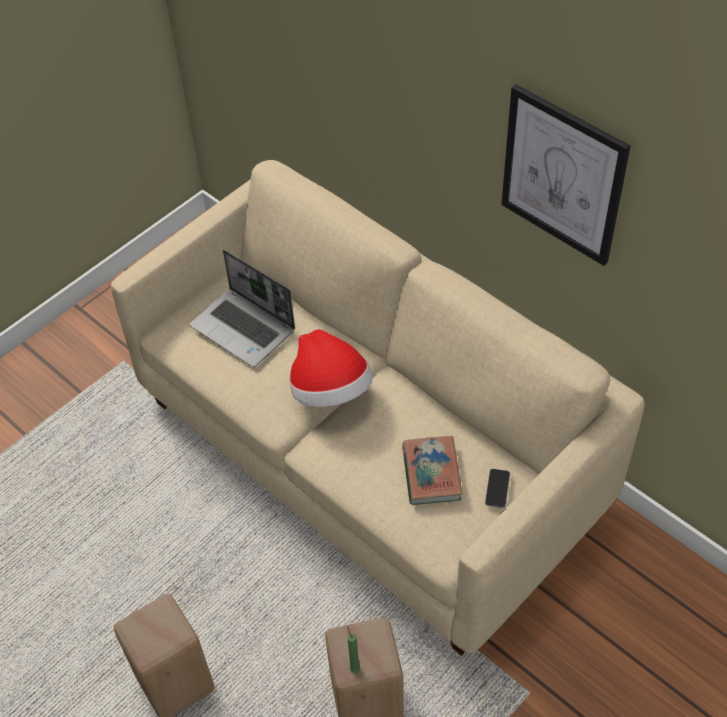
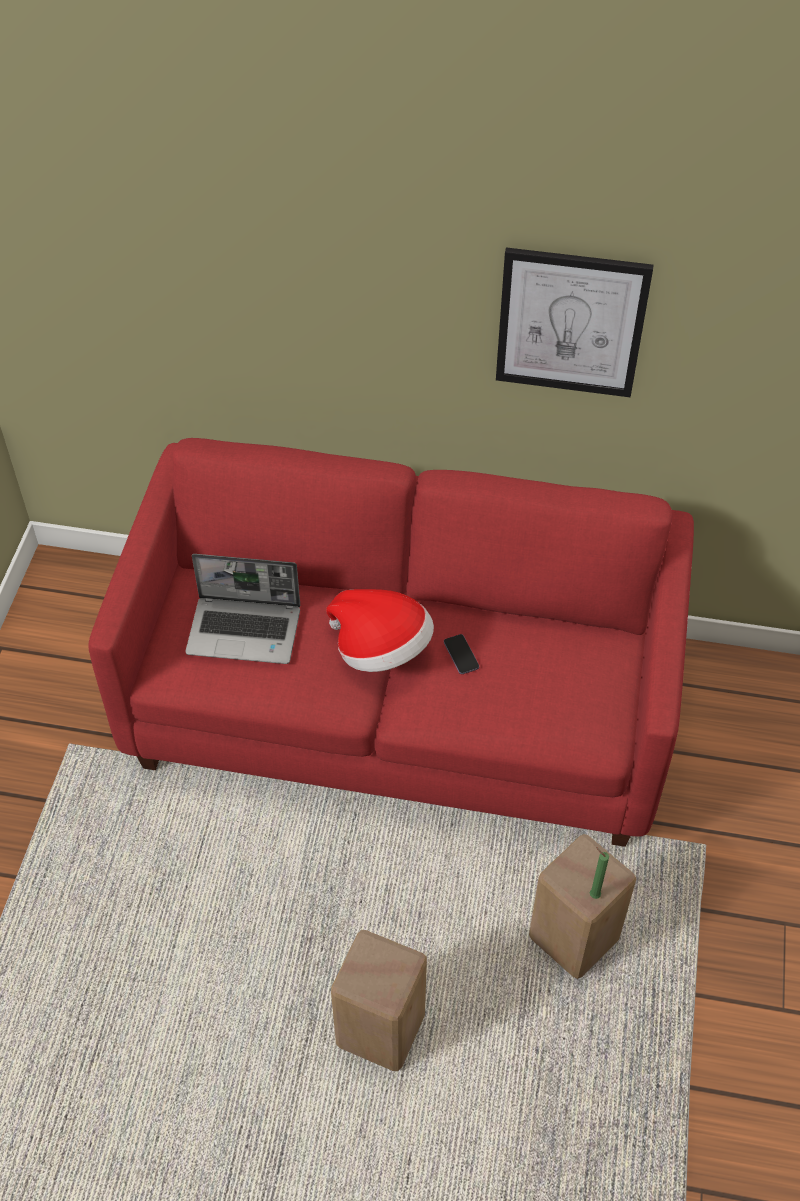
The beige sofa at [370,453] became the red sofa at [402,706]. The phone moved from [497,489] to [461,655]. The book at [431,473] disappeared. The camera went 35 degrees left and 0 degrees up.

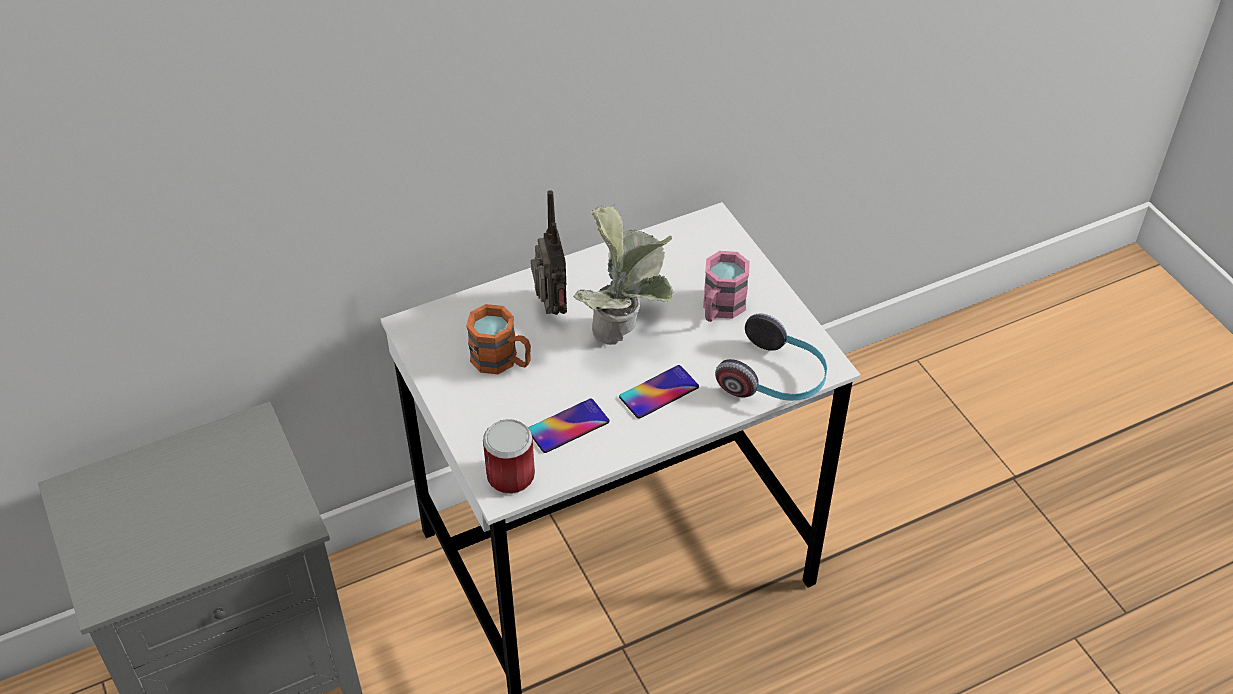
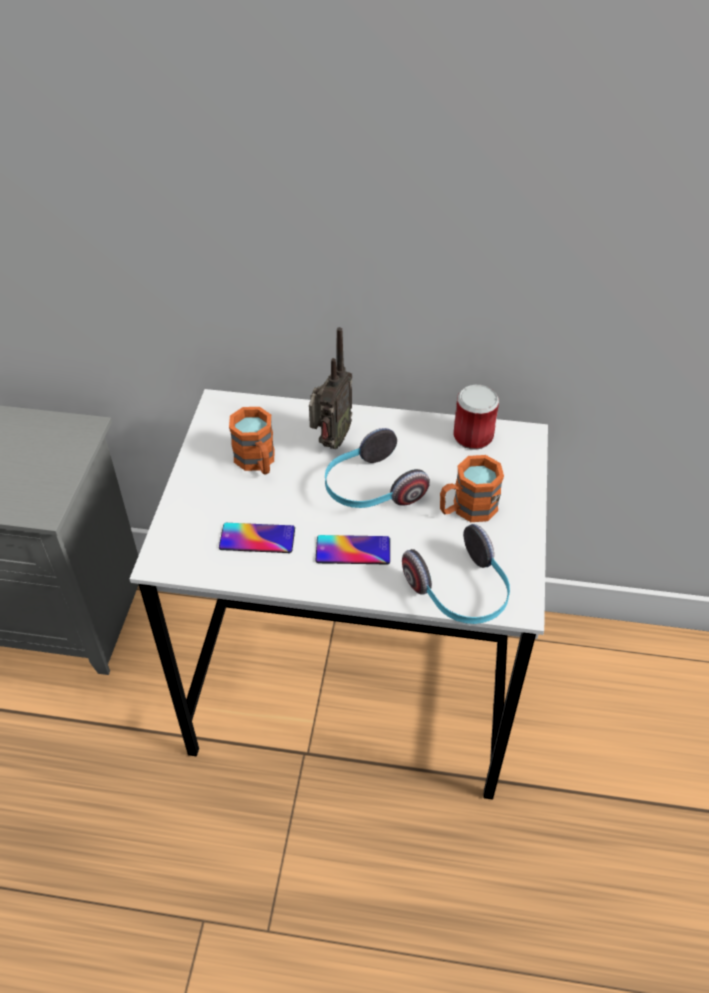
The potted plant at [625,333] was replaced by the headphones at [370,489]. The pink mug at [720,309] became the orange mug at [466,509]. The can moved from [510,476] to [473,436]. The camera went 35 degrees right and 0 degrees up.

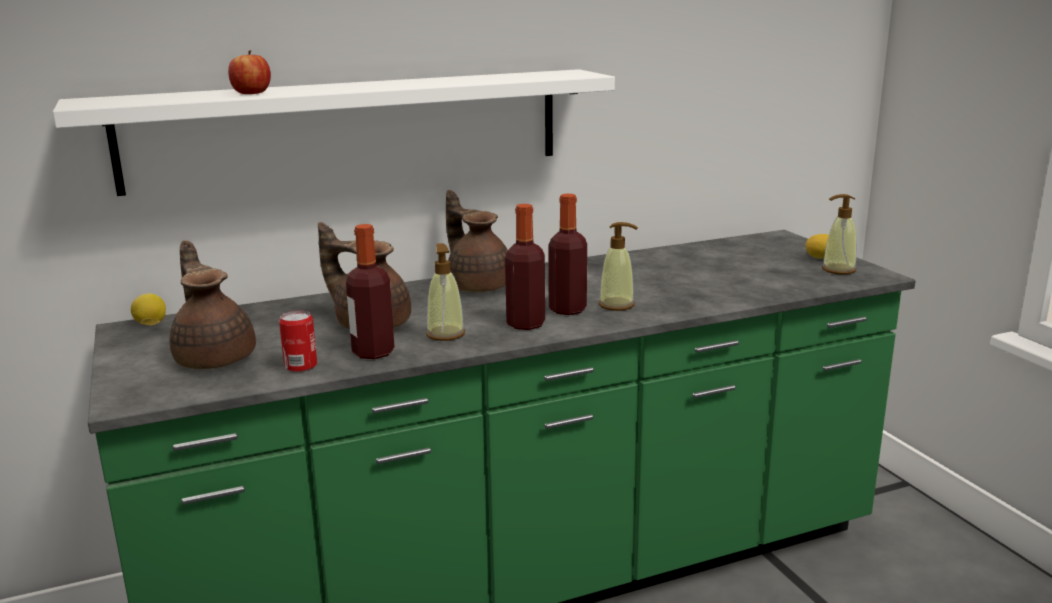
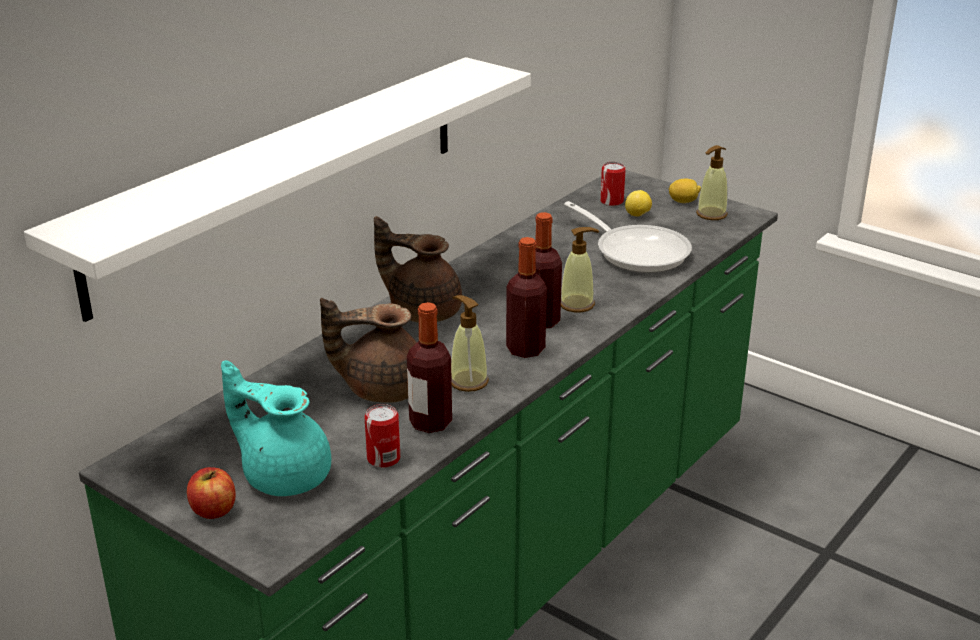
The apple moved from [251,93] to [213,510]. The brown teapot at [215,357] became the turquoise teapot at [284,474]. The frying pan at [636,251] appeared. The can at [611,201] appeared. The lemon moved from [150,324] to [637,216]. The camera went 30 degrees left and 10 degrees up.

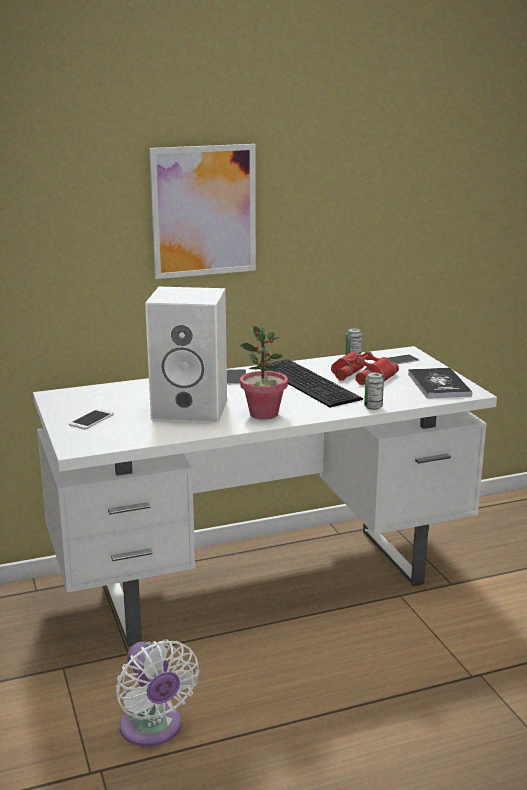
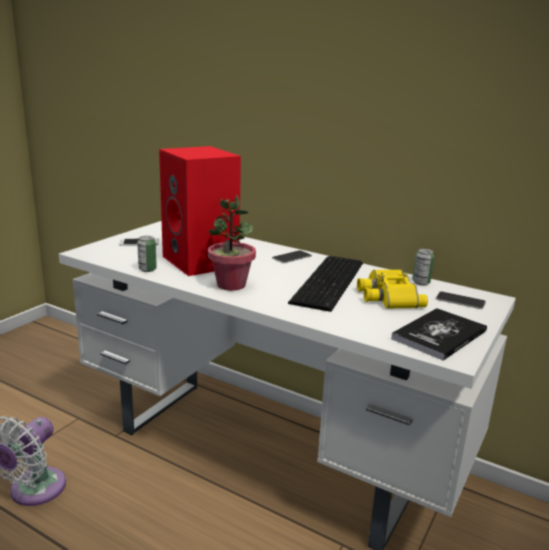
The can moved from [373,407] to [147,269]. The white speaker at [192,409] became the red speaker at [202,262]. The red binoculars at [361,376] became the yellow binoculars at [387,296]. The picture at [204,211] disappeared. The camera went 50 degrees right and 0 degrees up.

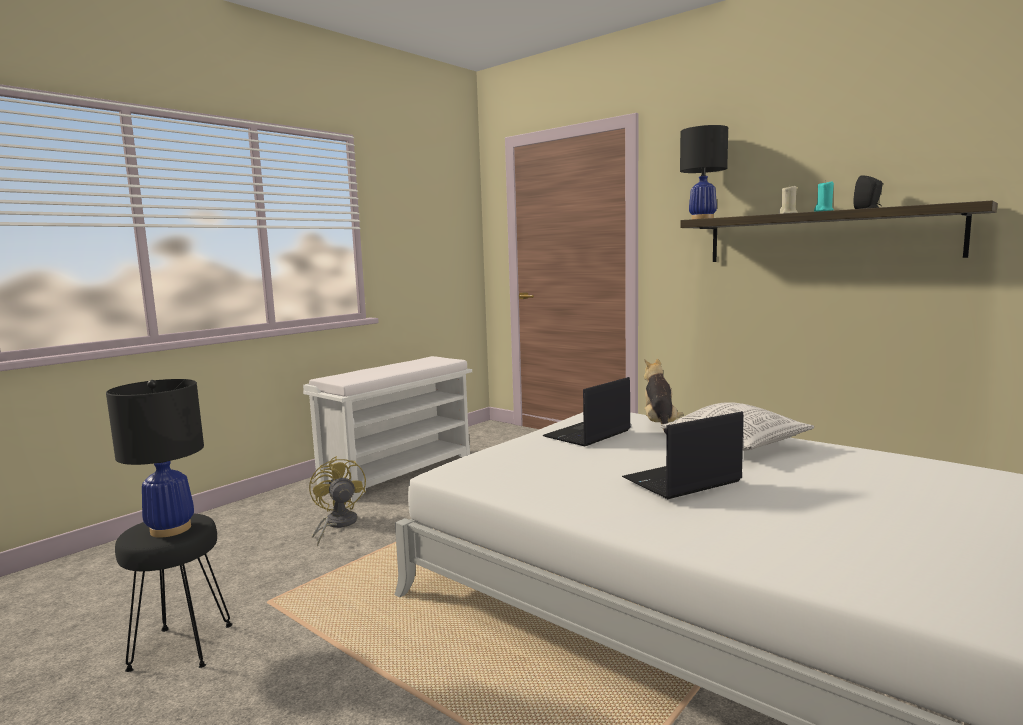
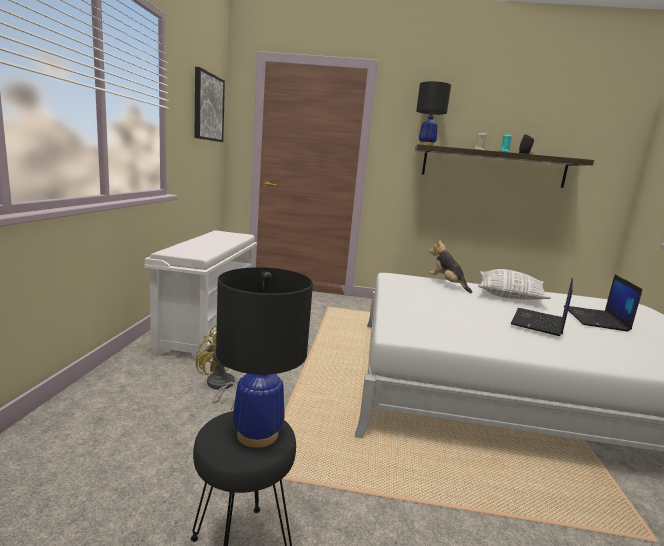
The picture at [208,107] appeared. The laptop moved from [587,434] to [596,319]. The camera went 35 degrees left and 5 degrees up.

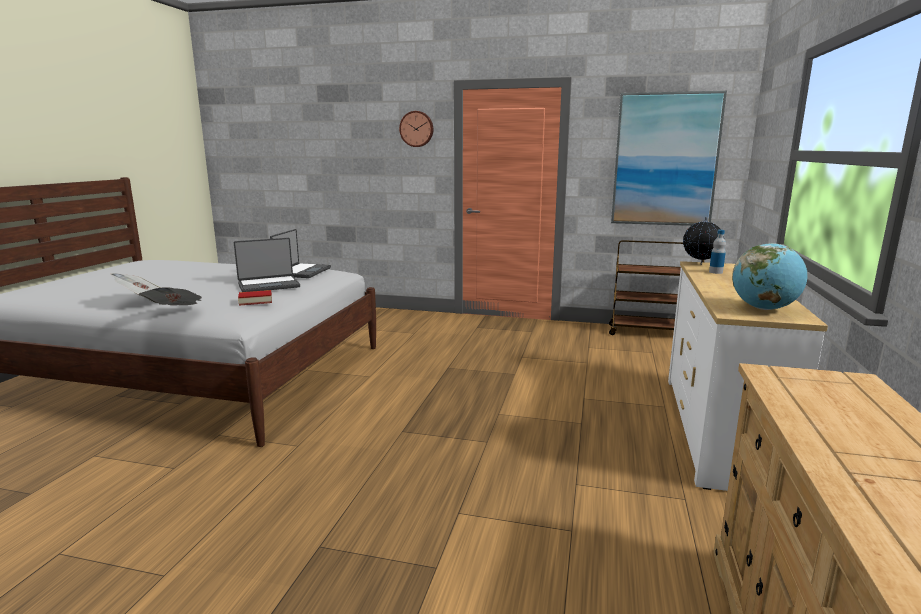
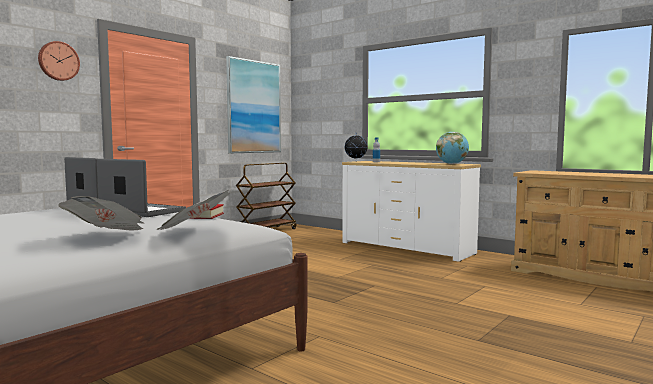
The laptop at [269,285] turned 60 degrees counterclockwise. The camera went 65 degrees left and 10 degrees down.

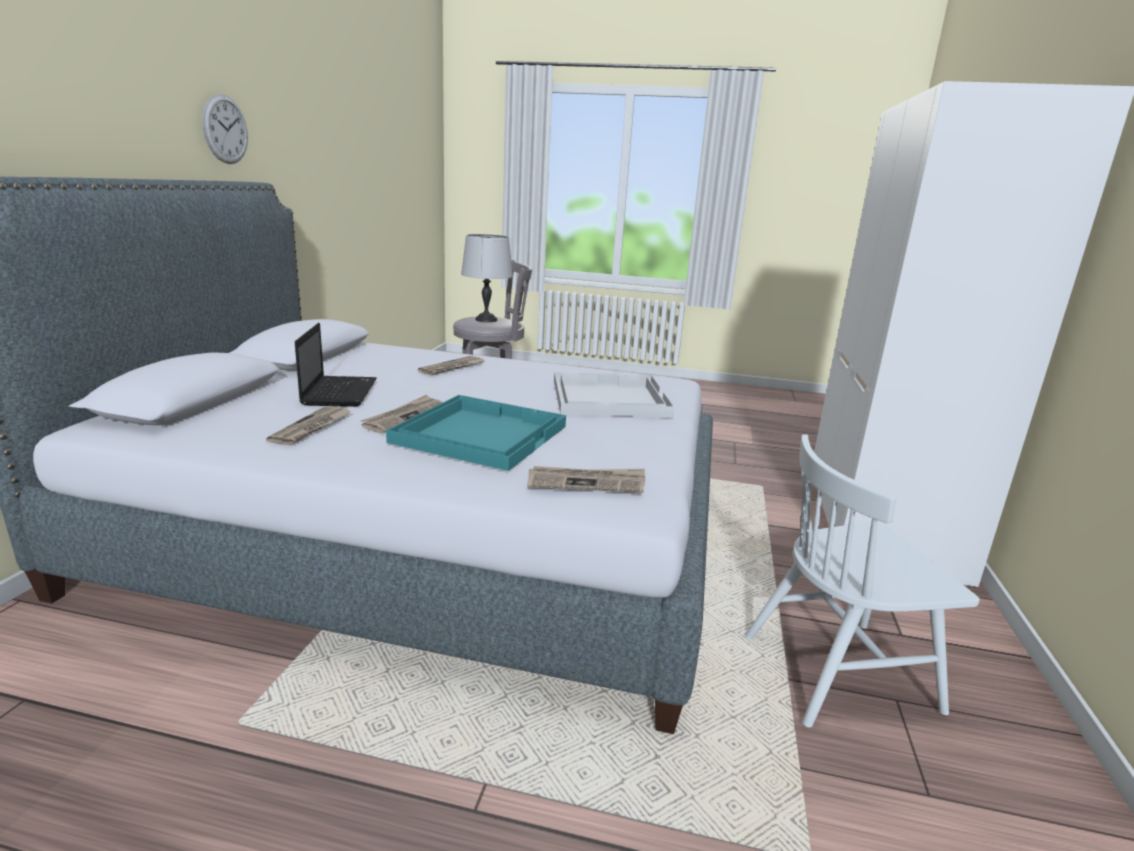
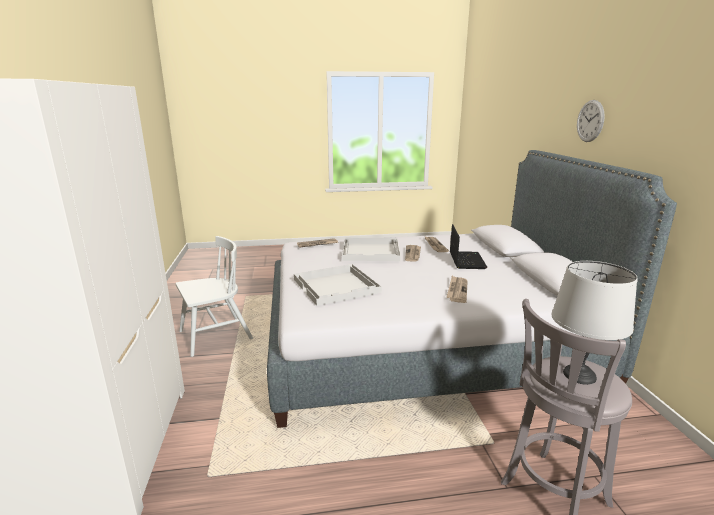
The turquoise tray at [480,433] became the white tray at [371,251]. The laptop at [339,392] turned 150 degrees counterclockwise. The wall clock moved from [225,129] to [590,121]. The camera went 160 degrees right and 0 degrees up.

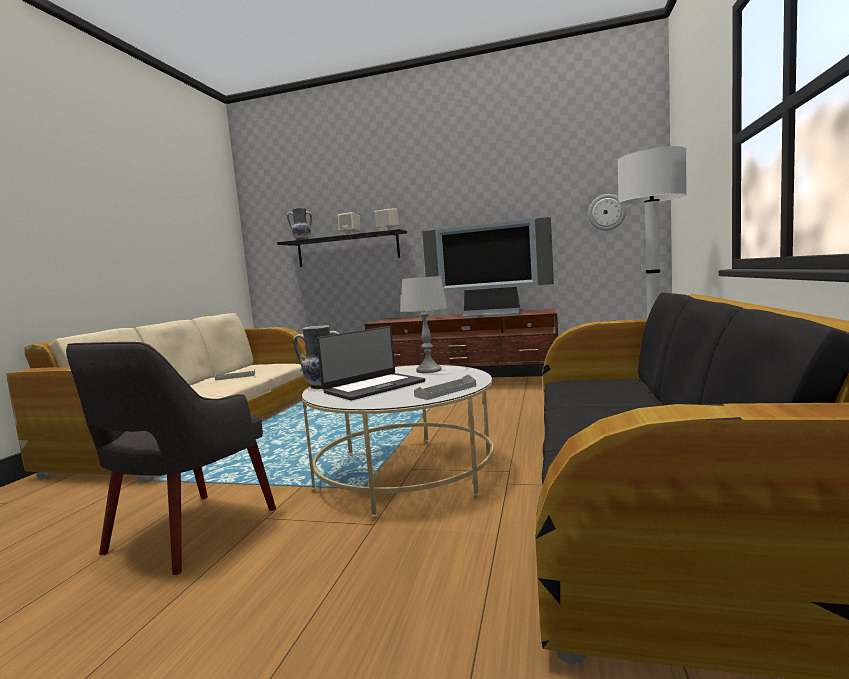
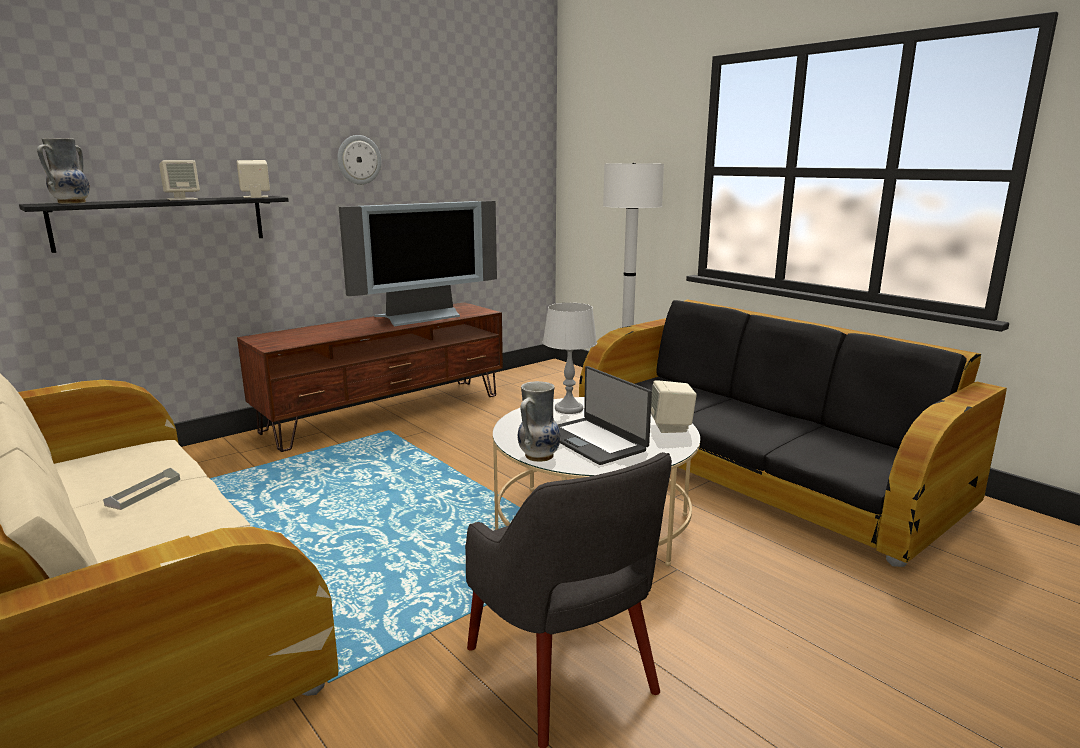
The wall clock moved from [606,212] to [359,160]. The laptop at [373,387] turned 150 degrees clockwise. The grey tray at [446,391] was replaced by the beige speaker at [671,427]. The camera went 55 degrees left and 10 degrees up.

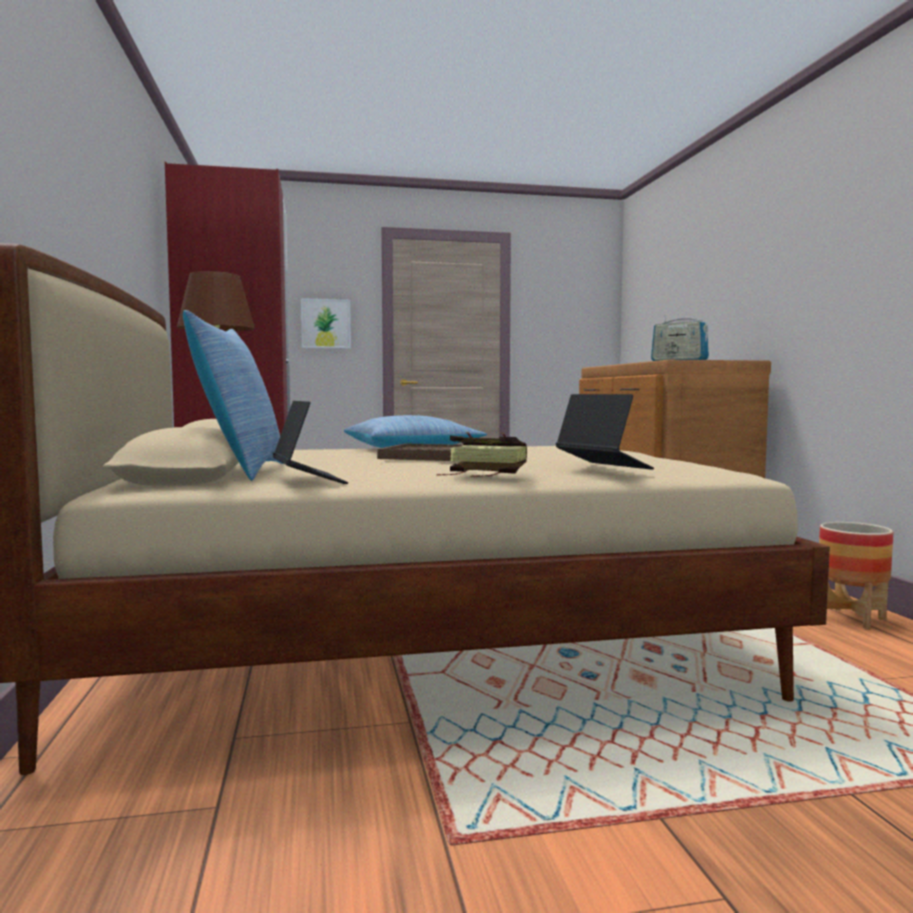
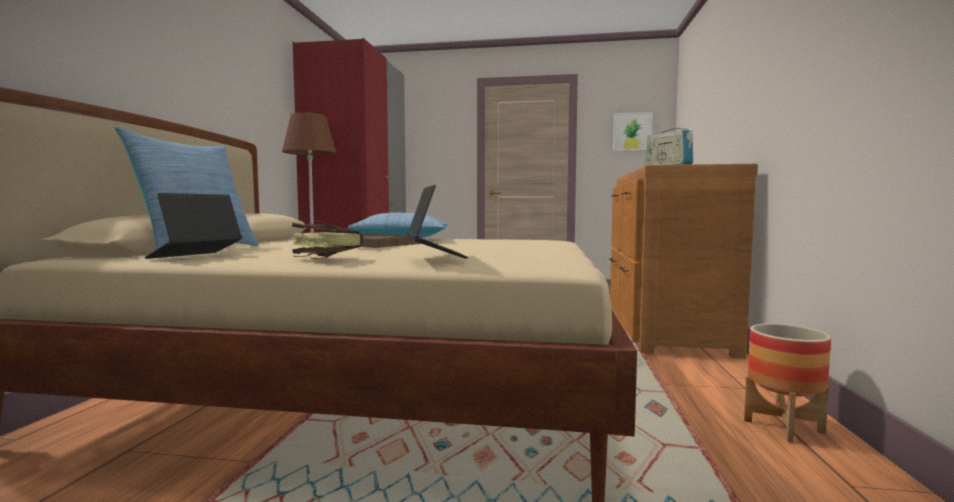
The laptop at [308,480] turned 150 degrees counterclockwise. The picture moved from [326,323] to [632,131]. The camera went 20 degrees right and 0 degrees up.

